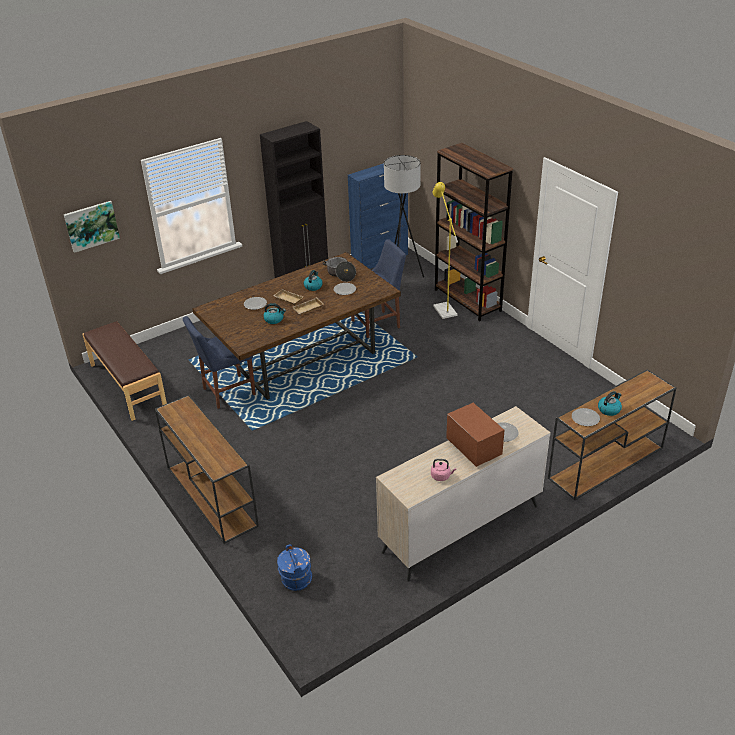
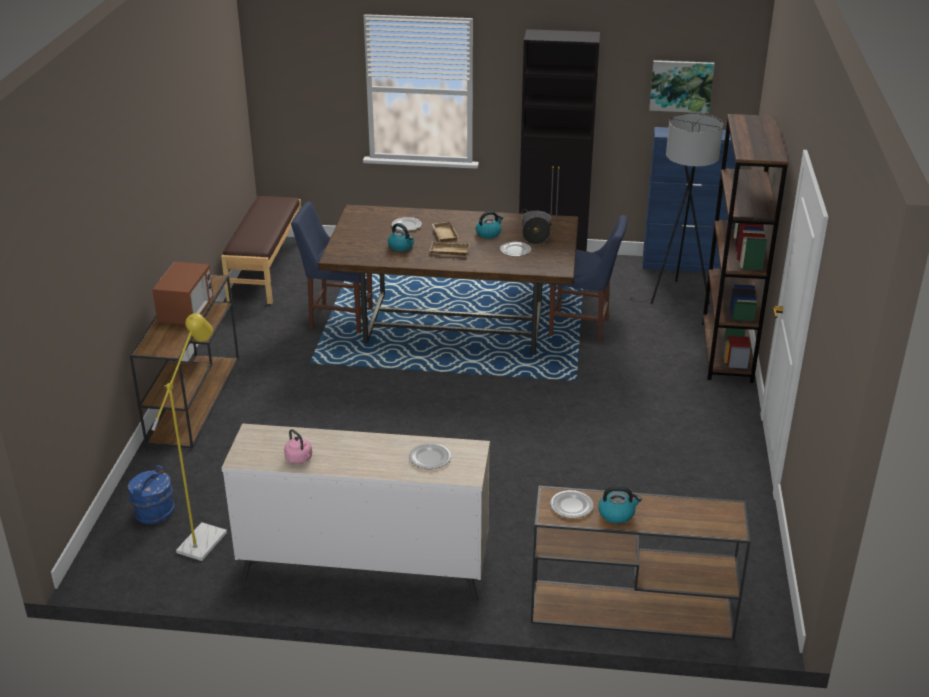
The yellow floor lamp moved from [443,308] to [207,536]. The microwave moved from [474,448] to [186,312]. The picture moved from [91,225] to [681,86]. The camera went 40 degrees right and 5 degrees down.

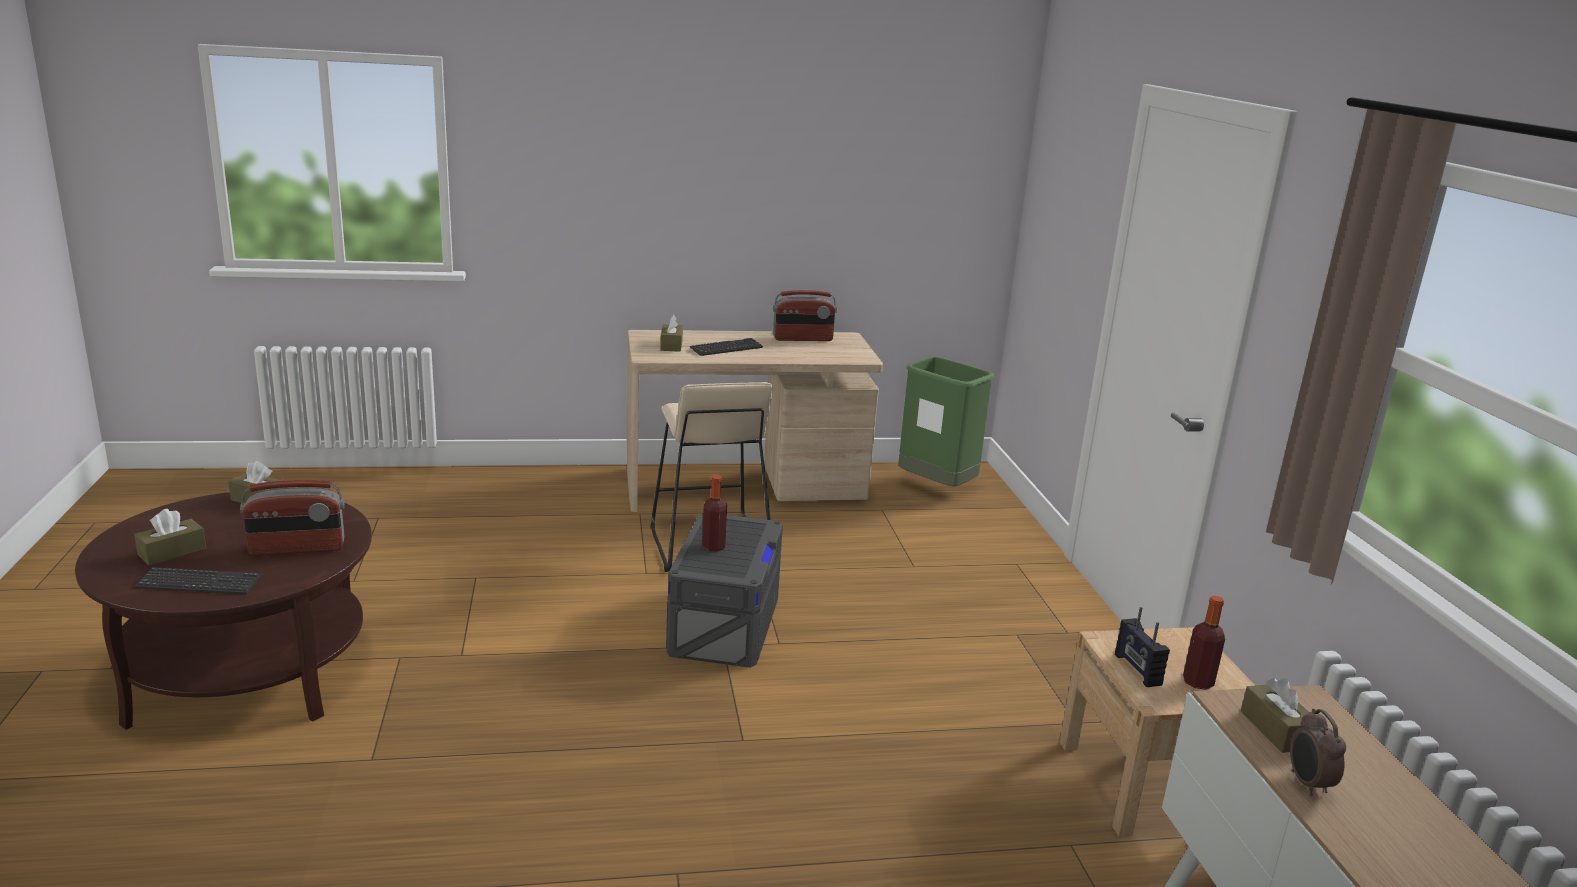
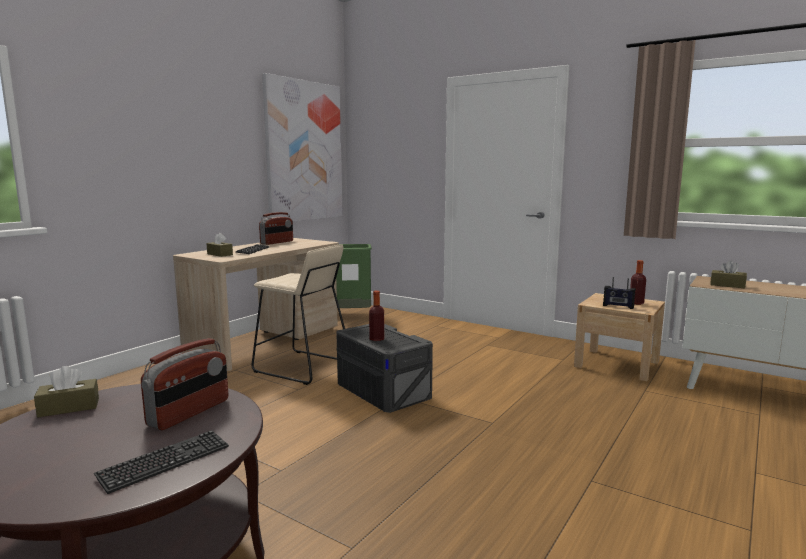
The picture at [304,151] appeared. The brown tissue box at [172,552] disappeared. The alarm clock at [1307,784] disappeared. The camera went 45 degrees left and 10 degrees down.

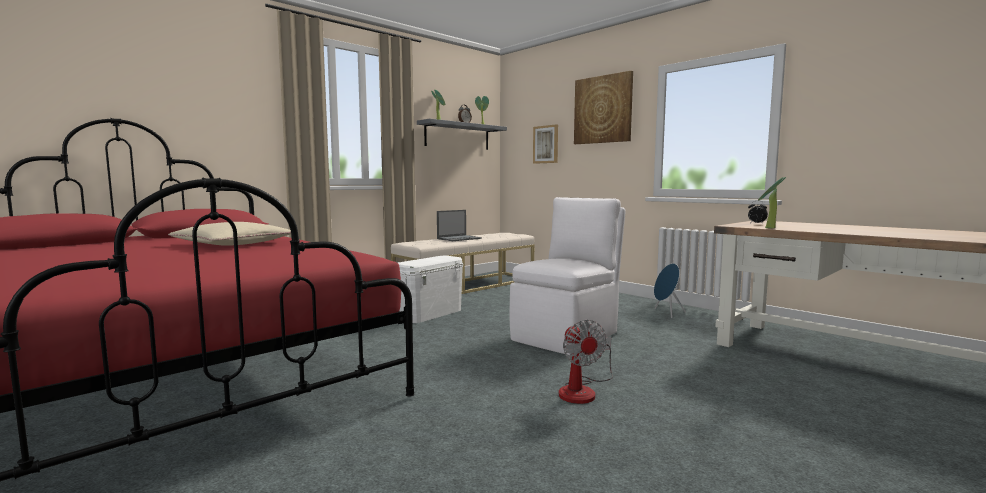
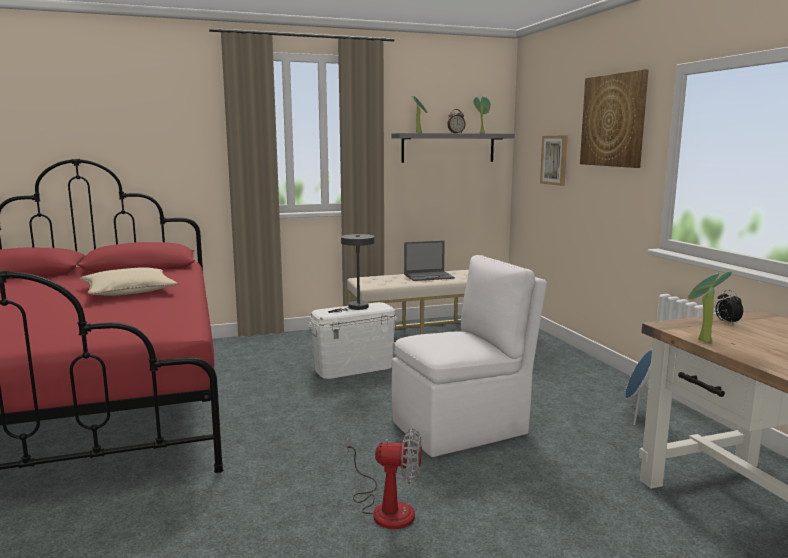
The grey table lamp at [355,308] appeared. The fan at [583,390] turned 90 degrees counterclockwise. The camera went 25 degrees right and 5 degrees up.

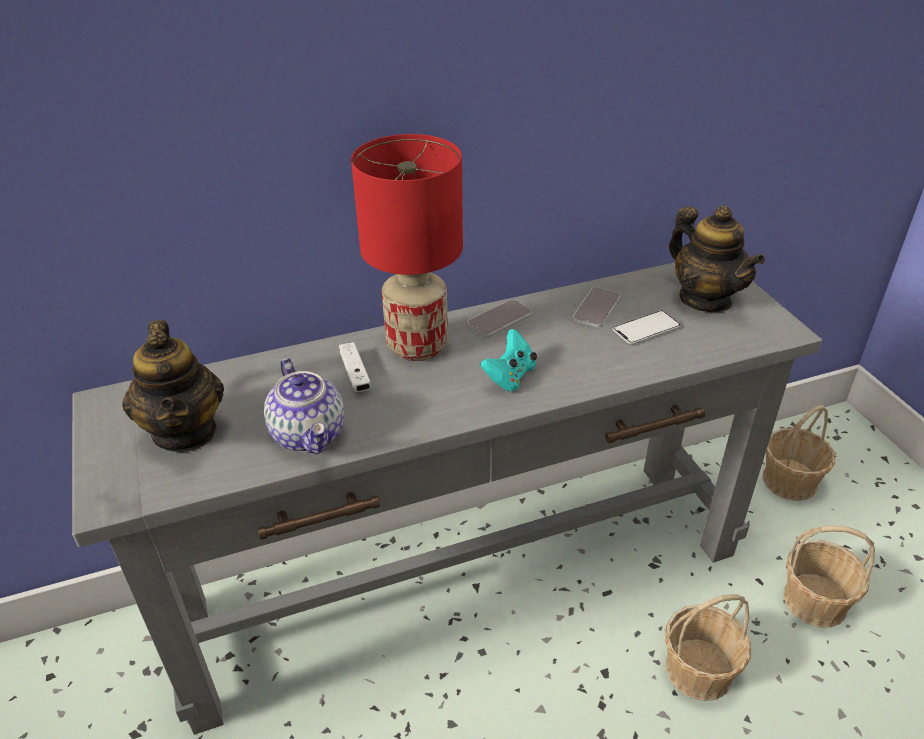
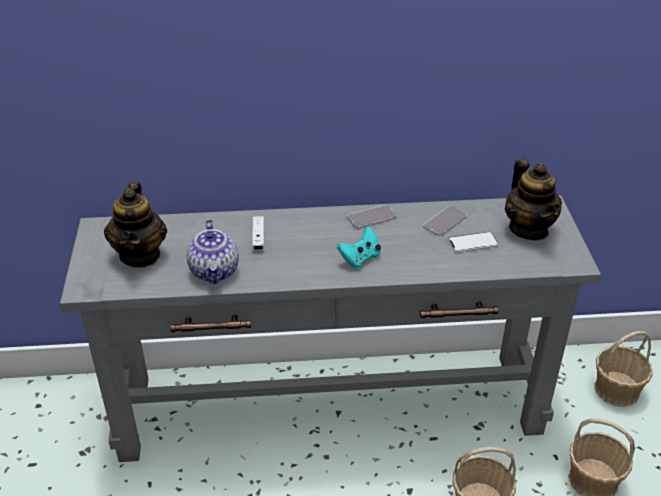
The red table lamp at [415,346] disappeared. The camera went 15 degrees right and 0 degrees up.

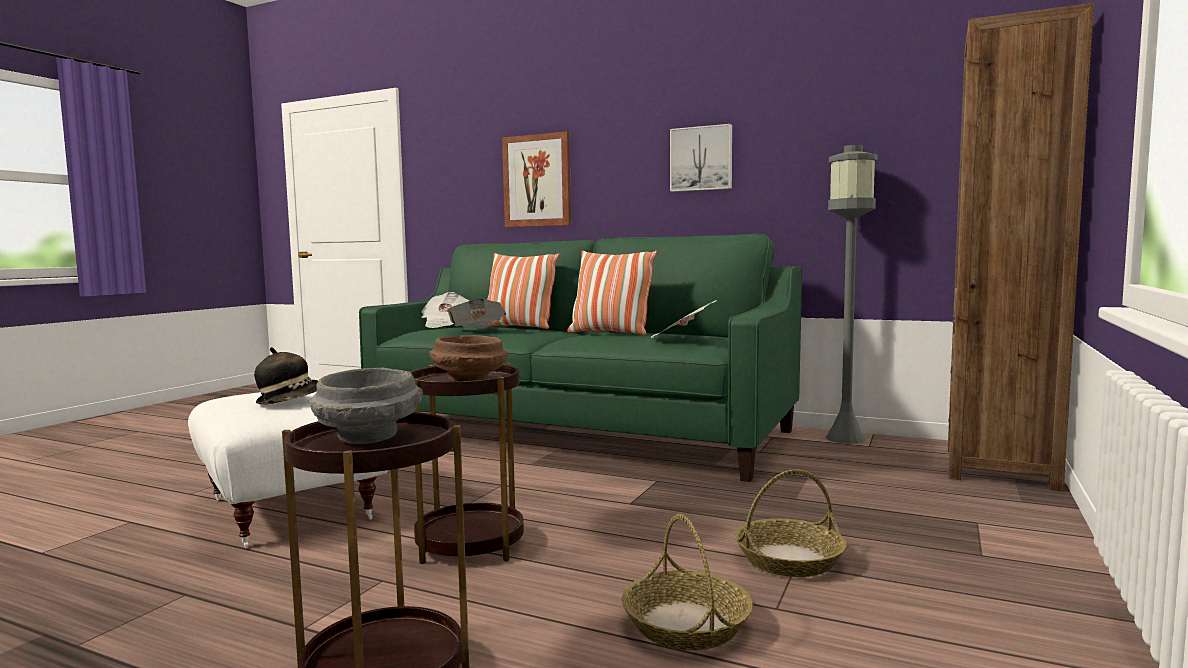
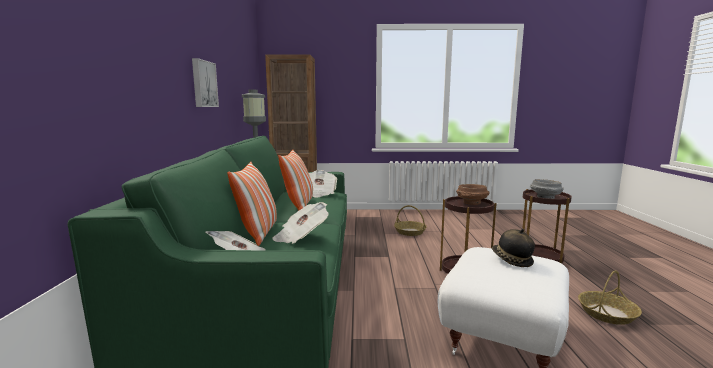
The basket moved from [687,625] to [607,313]. The picture at [537,181] disappeared. The camera went 115 degrees left and 5 degrees up.

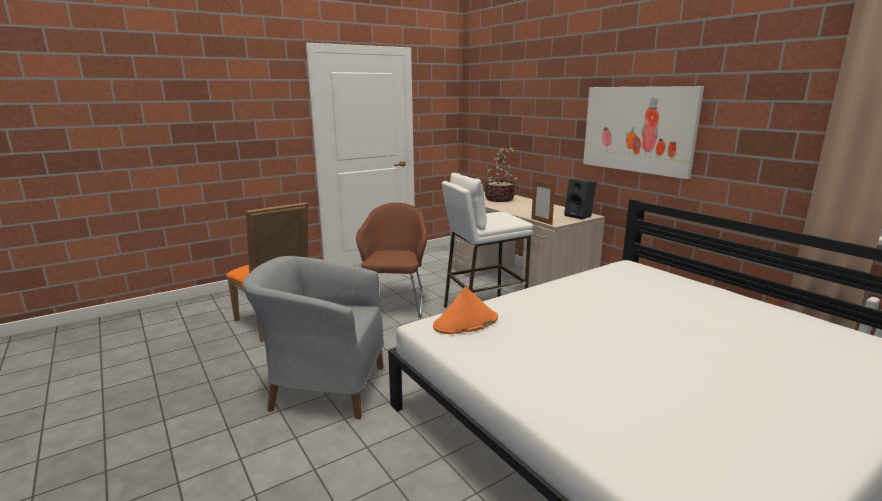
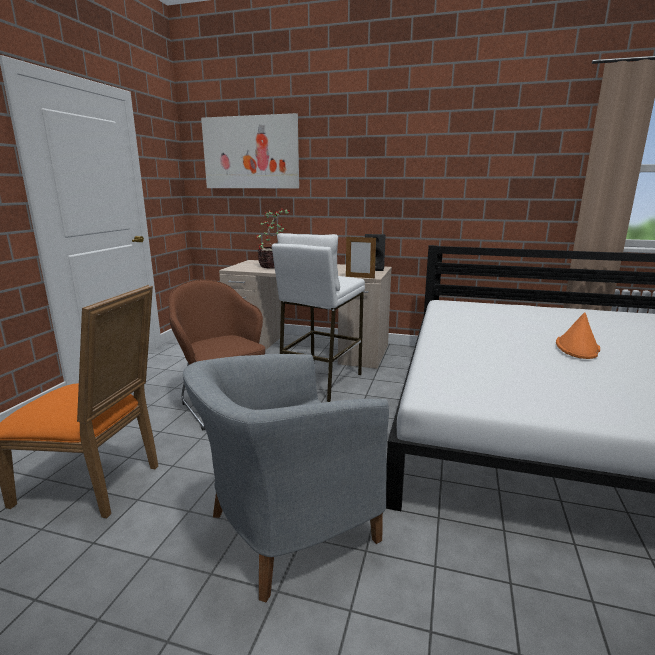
The picture moved from [638,129] to [251,153]. The orange hat moved from [465,323] to [577,347]. The camera went 40 degrees left and 0 degrees up.

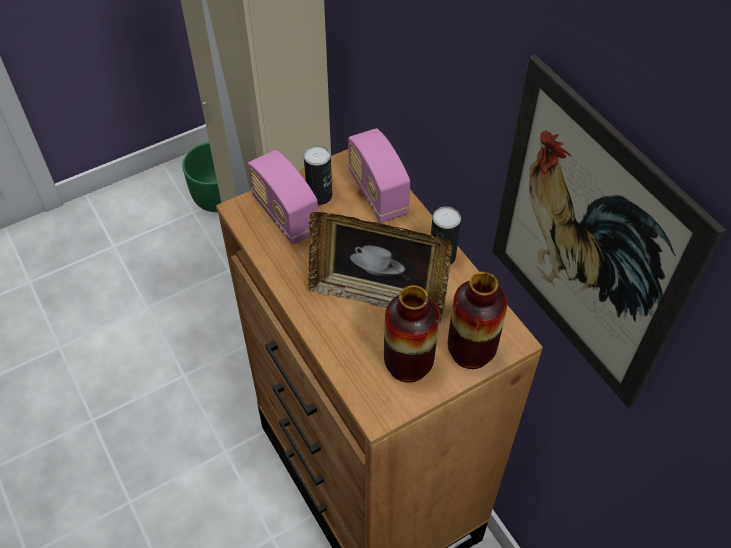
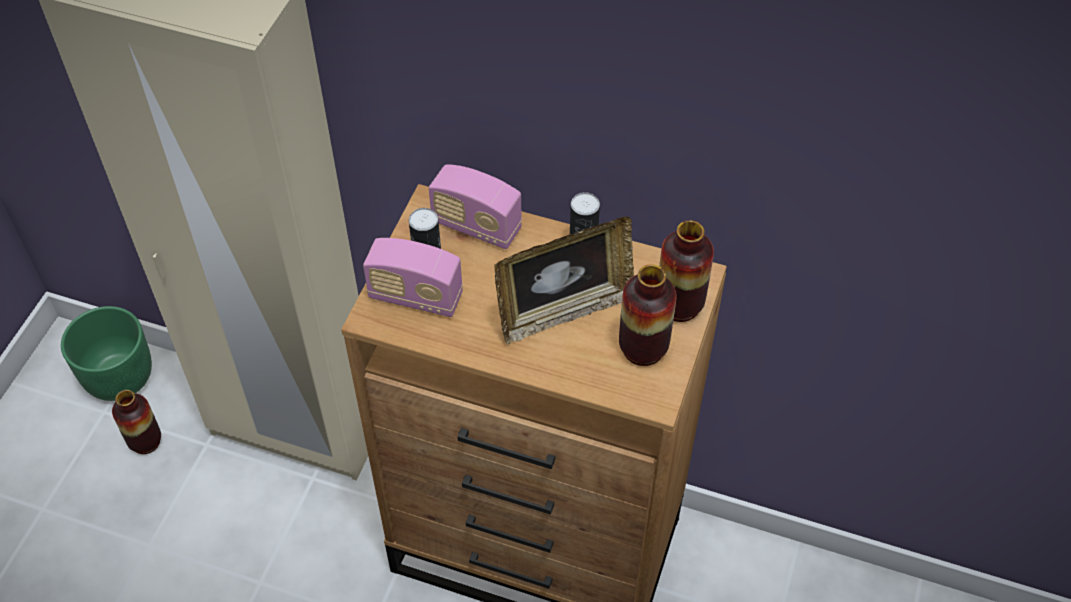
The vase at [145,441] appeared. The picture at [587,241] disappeared. The camera went 40 degrees left and 0 degrees up.

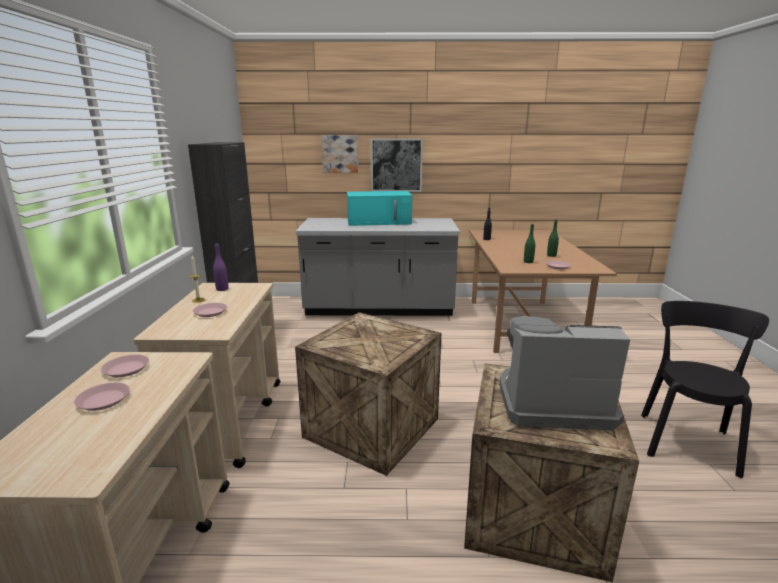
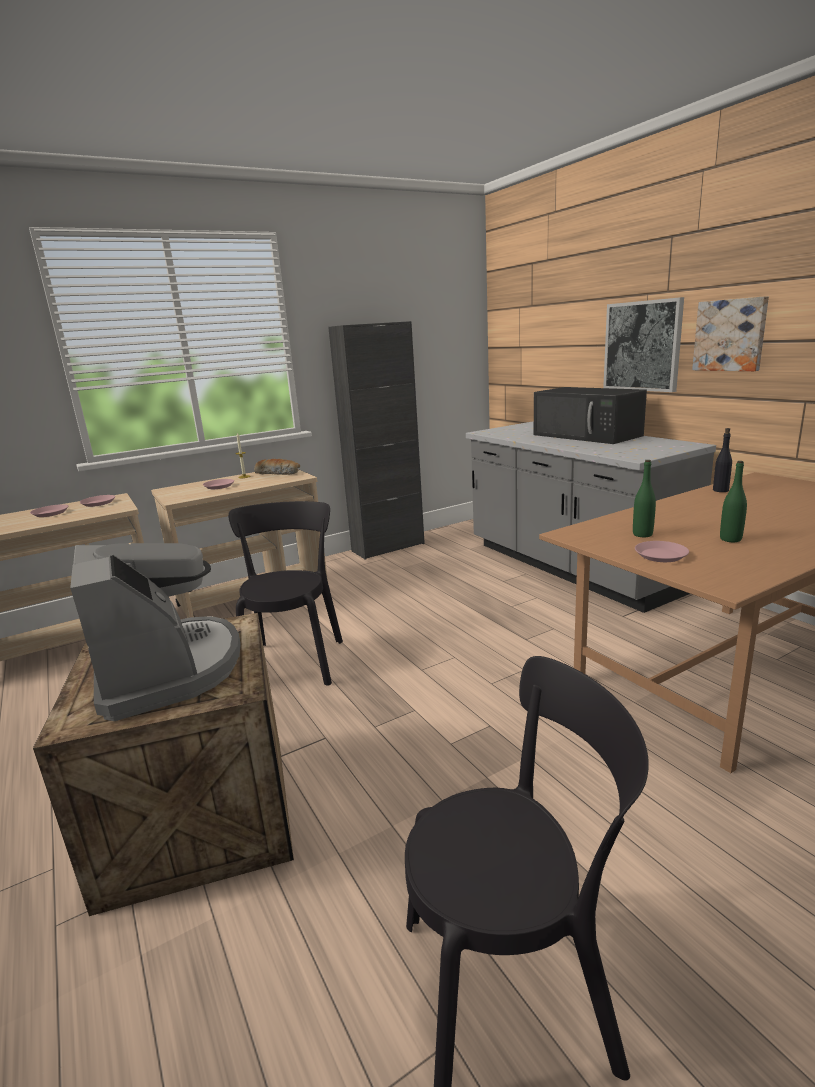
The crate at [371,426] was replaced by the black chair at [294,660]. The purple bottle at [222,289] was replaced by the bread at [278,473]. The turquoise microwave at [380,221] became the black microwave at [588,435]. The picture moved from [340,153] to [730,335]. The camera went 60 degrees right and 0 degrees up.

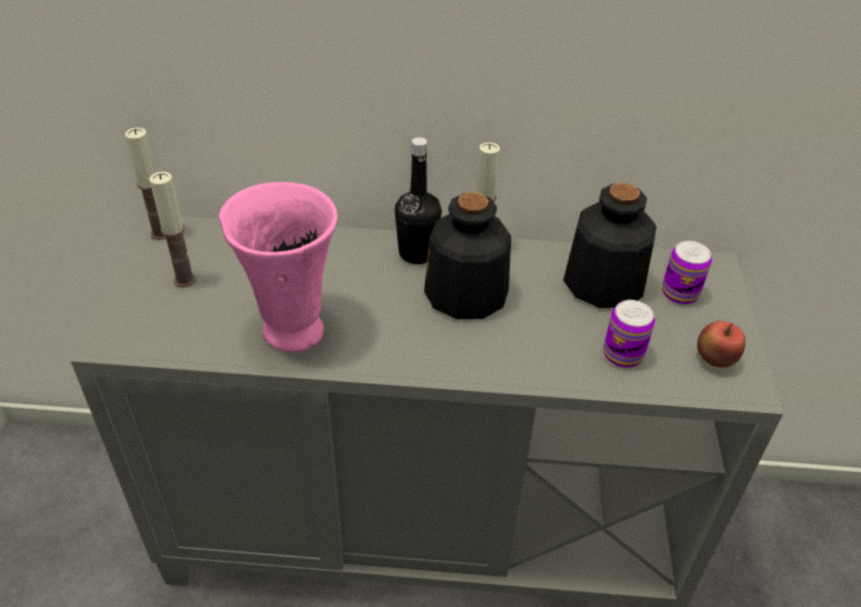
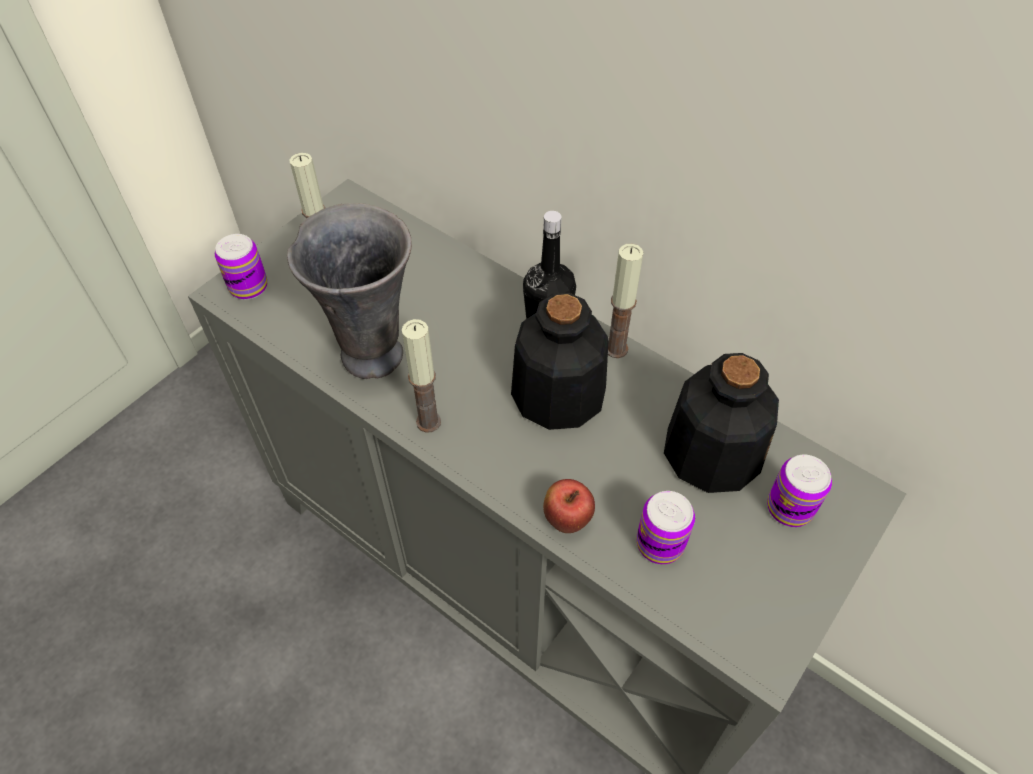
The can at [248,287] appeared. The pink vase at [292,329] became the grey vase at [372,352]. The candle moved from [161,233] to [428,422]. The apple moved from [714,360] to [567,519]. The camera went 35 degrees right and 10 degrees up.

